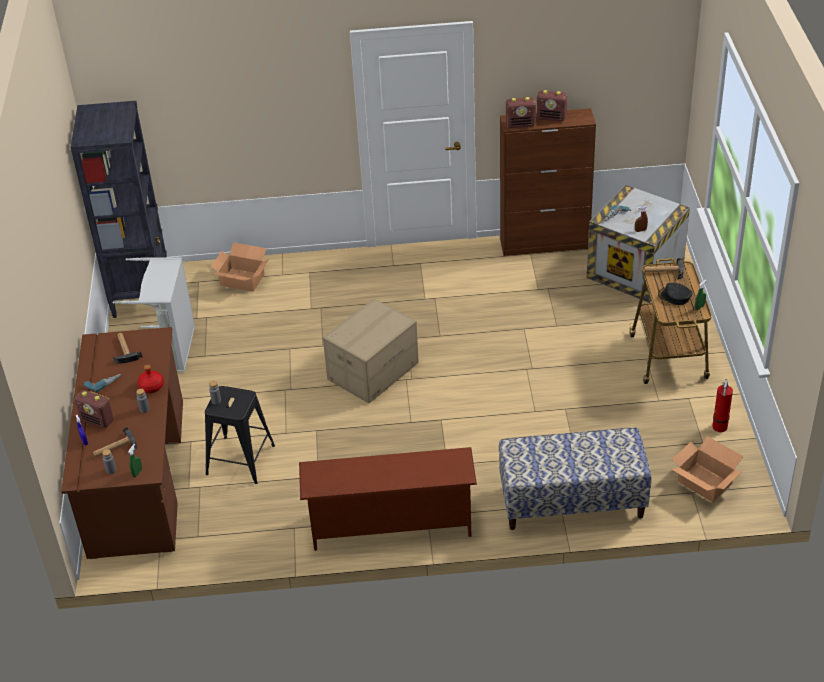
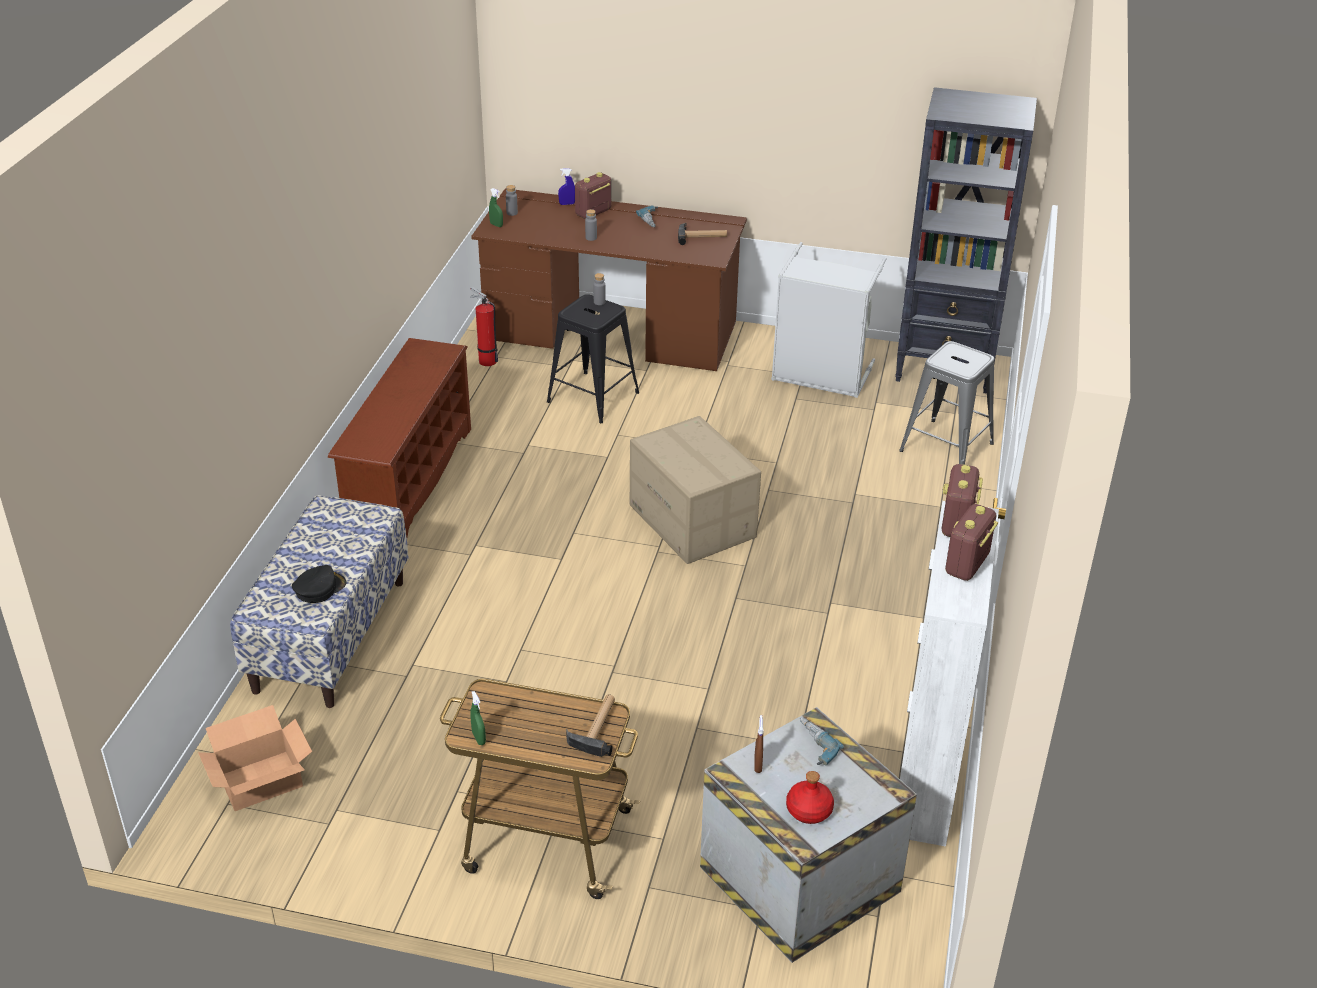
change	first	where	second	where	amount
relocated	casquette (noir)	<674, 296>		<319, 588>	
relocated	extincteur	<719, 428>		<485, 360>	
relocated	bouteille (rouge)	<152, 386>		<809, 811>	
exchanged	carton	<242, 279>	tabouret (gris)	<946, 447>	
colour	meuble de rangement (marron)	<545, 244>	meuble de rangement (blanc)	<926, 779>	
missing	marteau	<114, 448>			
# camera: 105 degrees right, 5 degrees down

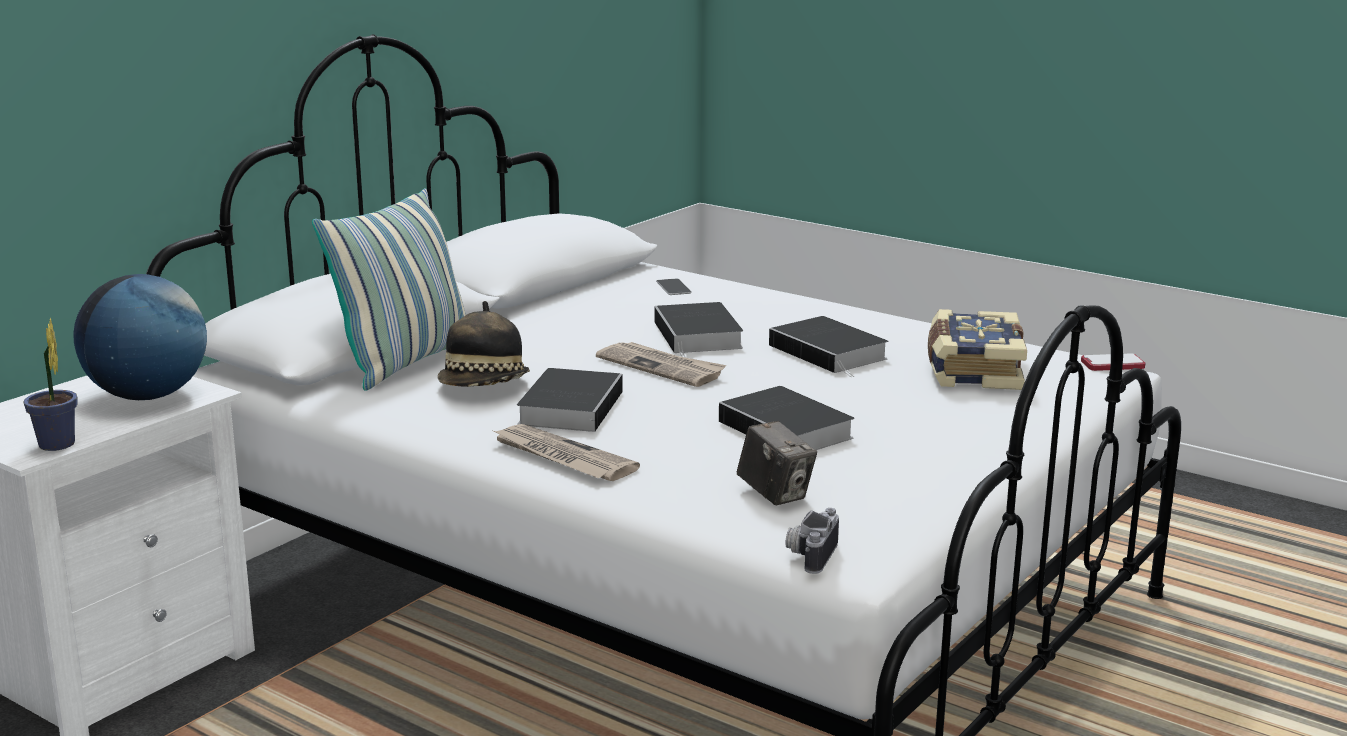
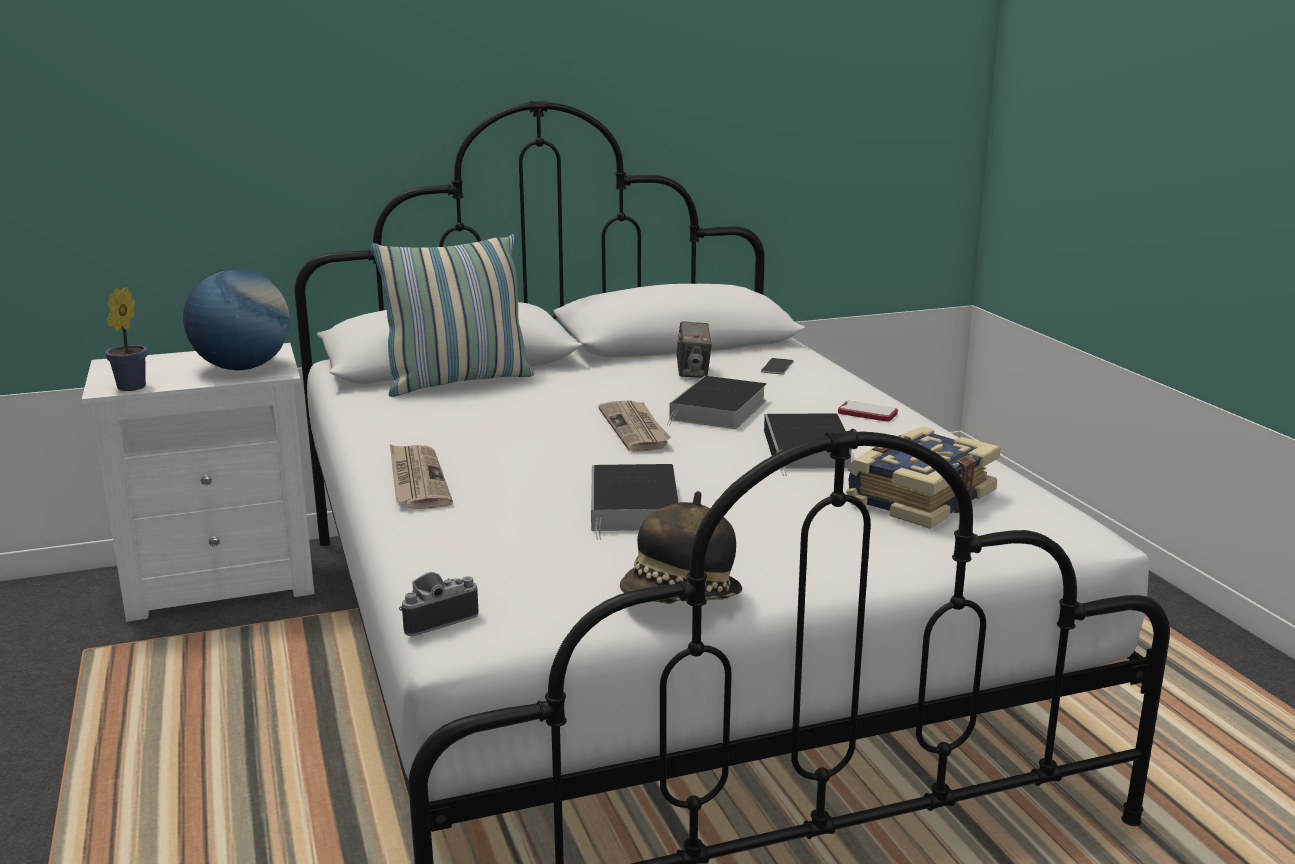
change	first	where	second	where	amount
relocated	chapeau	<484, 386>		<681, 599>	
relocated	appareil photo	<775, 494>		<693, 373>	
relocated	téléphone	<1112, 364>		<867, 413>	
missing	livre	<571, 406>			
# camera: 35 degrees right, 0 degrees up

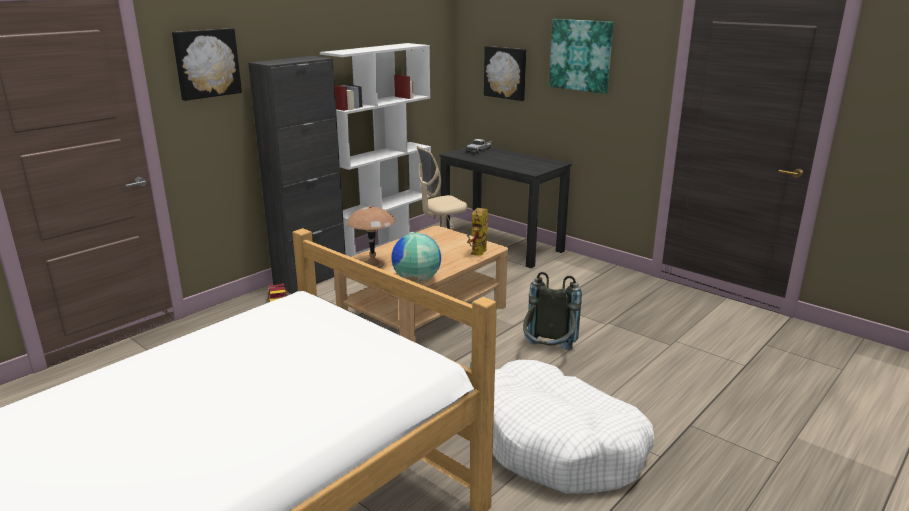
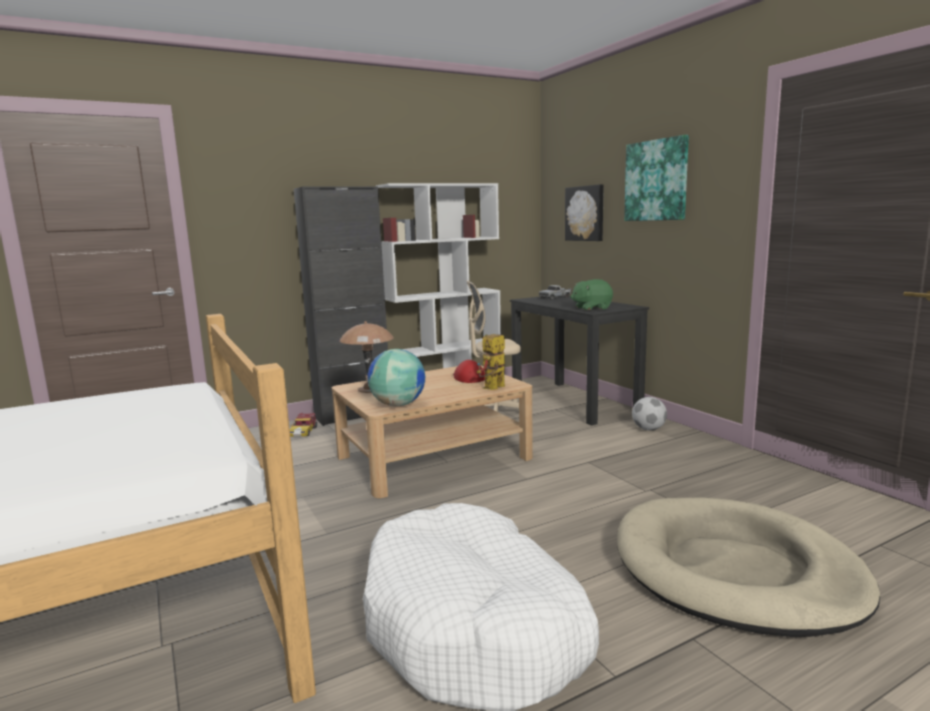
change	first	where	second	where	amount
appeared			casquette (rouge)	<467, 377>	
appeared			peluche (vert)	<591, 308>	
appeared			panier pour chien (beige)	<735, 571>	
appeared			ballon de foot	<648, 429>	
missing	tableau	<206, 63>			
missing	sac à dos (gris)	<548, 354>			
# camera: 20 degrees right, 10 degrees down

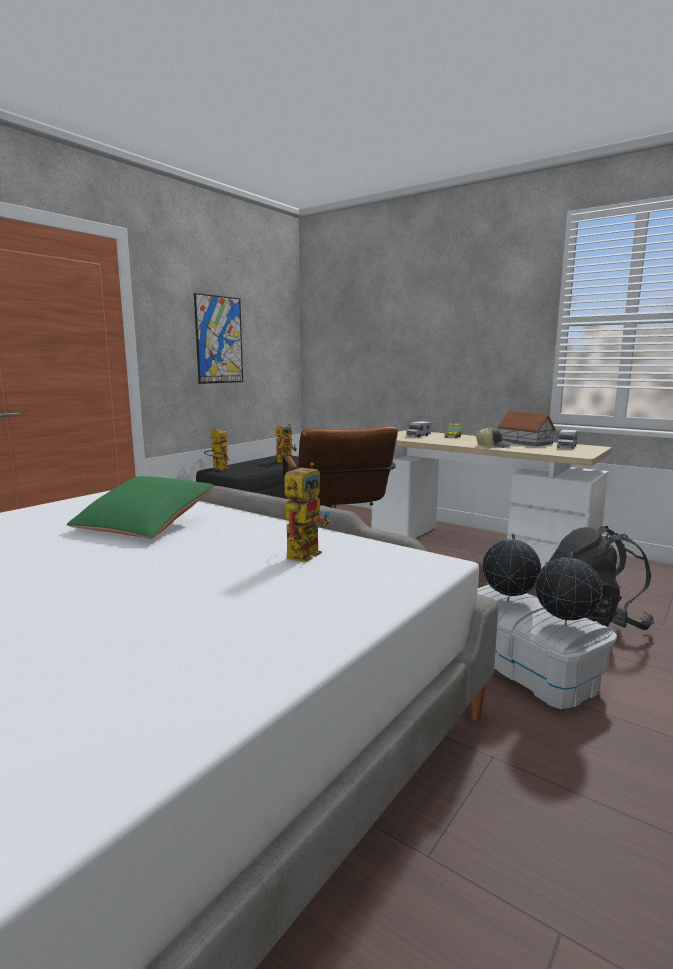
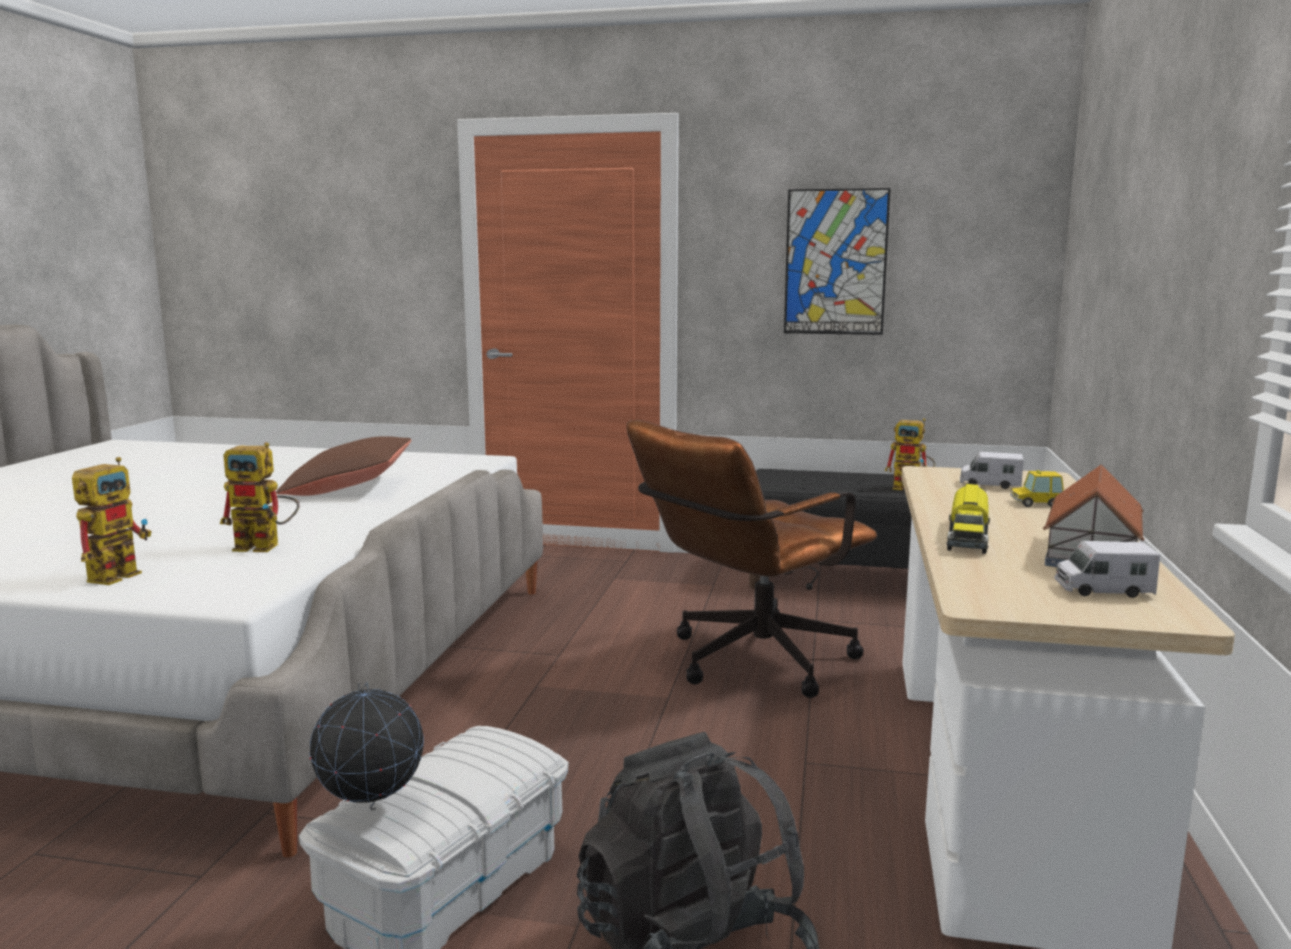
change	first	where	second	where	amount
relocated	robot jouet	<217, 468>		<119, 573>	
colour	coussin (vert)	<144, 525>	coussin (marron)	<349, 487>	
exchanged	casquette	<494, 446>	camion jouet	<968, 536>	
missing	globe	<509, 601>			
# camera: 65 degrees right, 0 degrees up

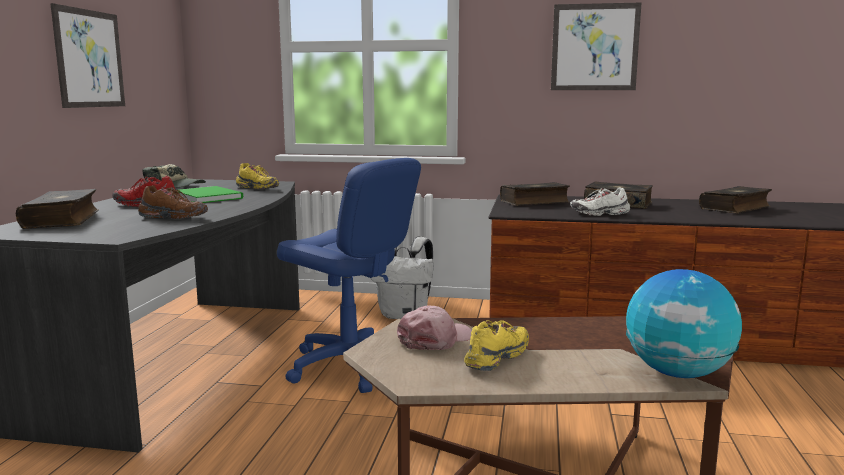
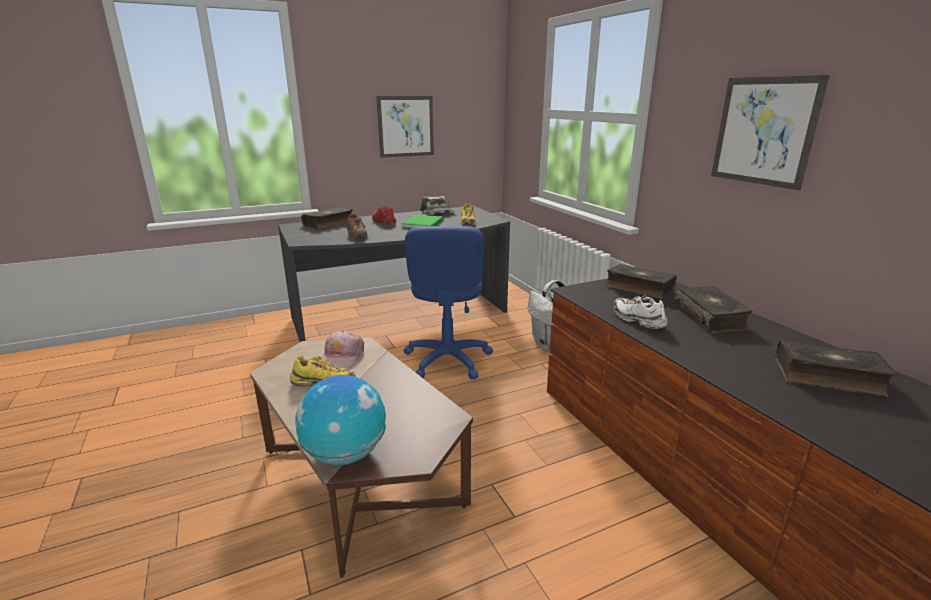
change	first	where	second	where	amount
spun	casquette (rose)	<435, 339>		<341, 357>	90 degrees clockwise
# camera: 55 degrees right, 10 degrees up

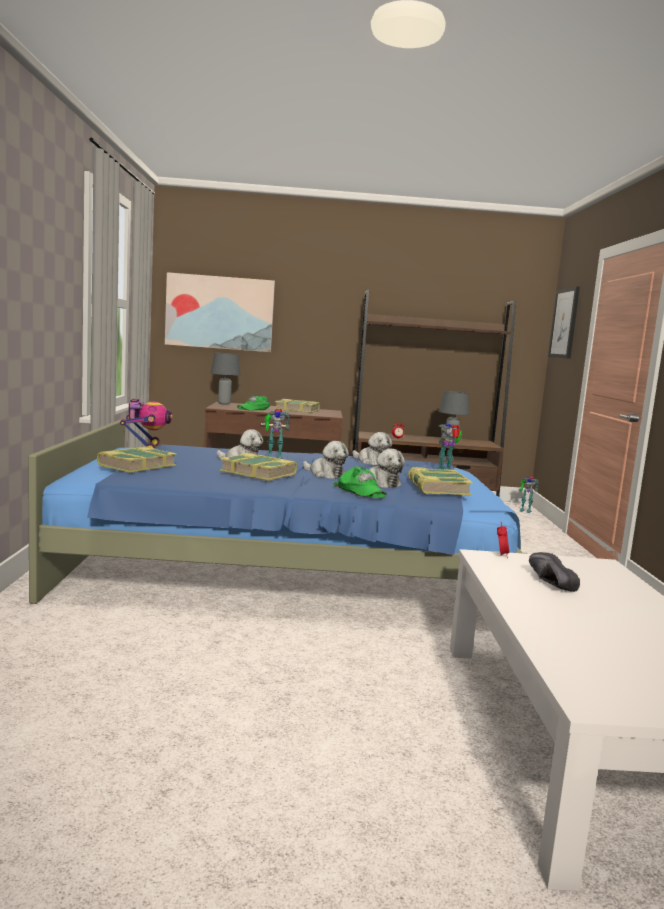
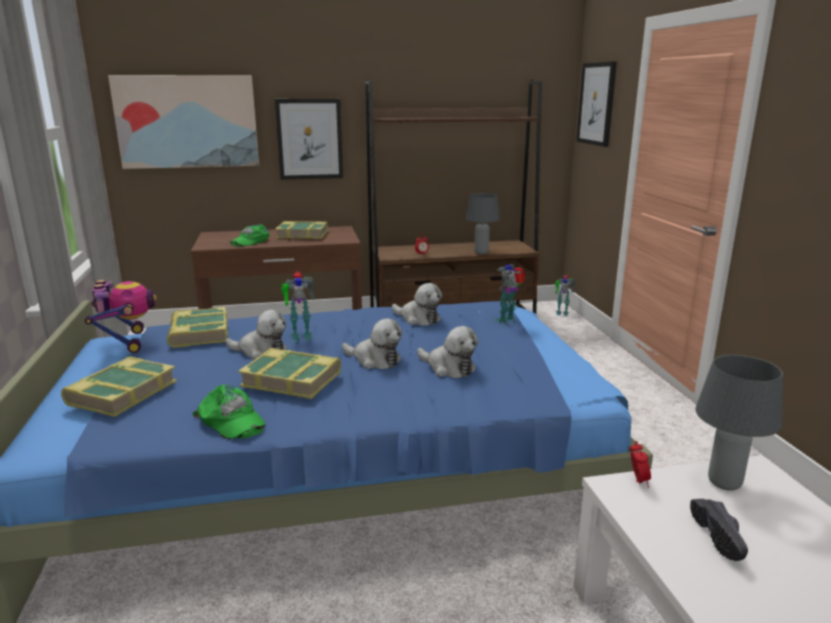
change	first	where	second	where	amount
relocated	livre	<437, 488>		<198, 333>	
relocated	casquette (vert)	<361, 490>		<231, 421>	
appeared			tableau	<309, 139>	
spun	chaussure (noir)	<546, 583>		<722, 539>	150 degrees counterclockwise
relocated	lampe de table (gris)	<224, 404>		<724, 483>	
# camera: 10 degrees left, 10 degrees up

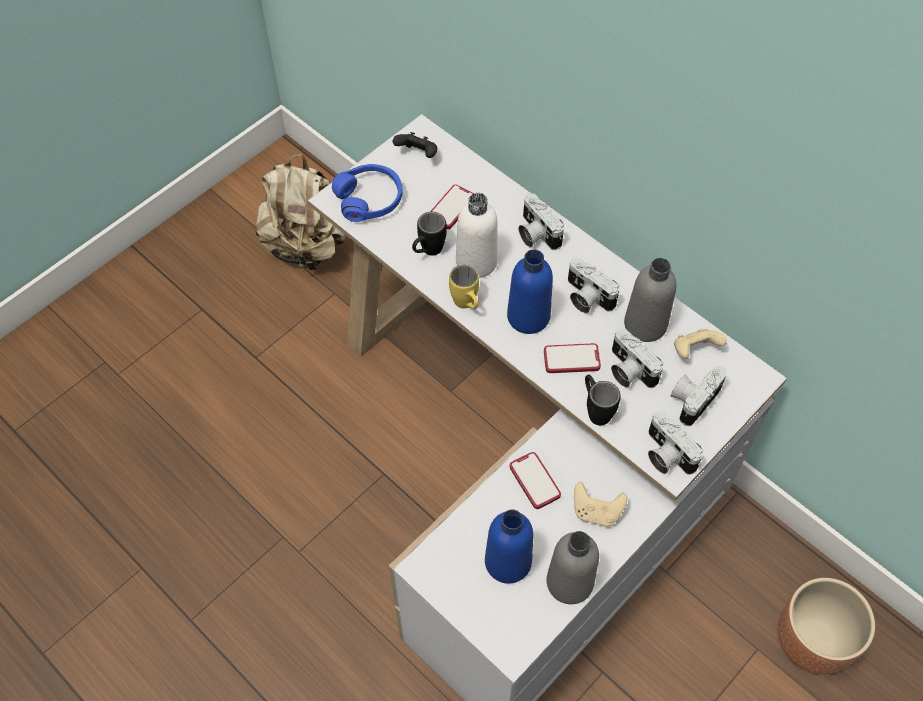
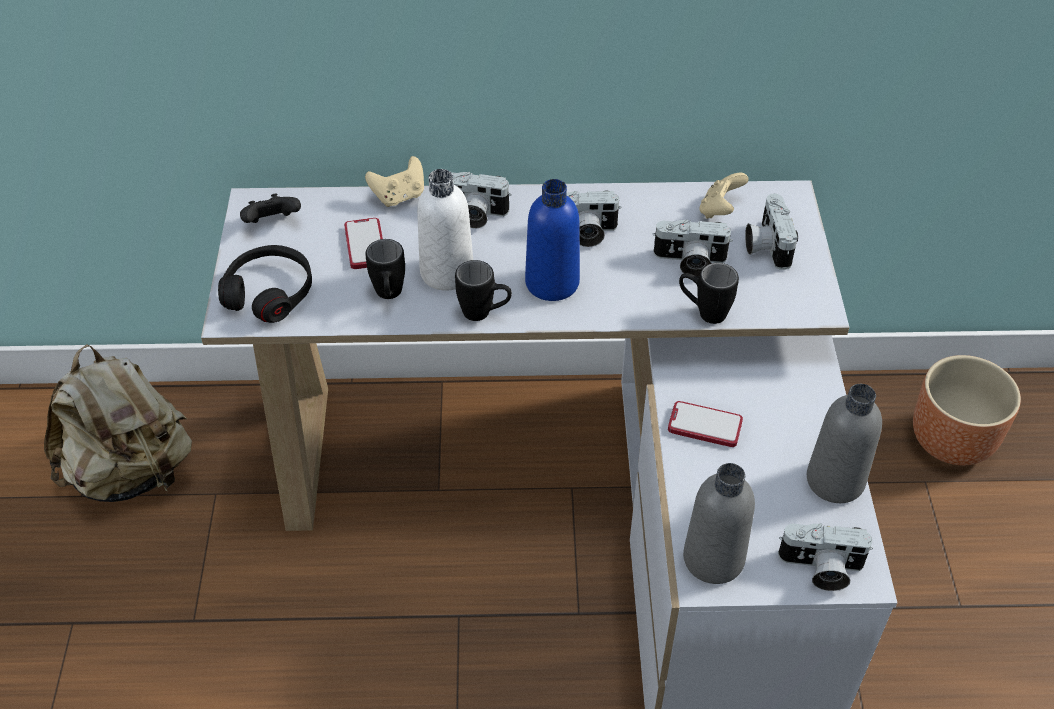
change	first	where	second	where	amount
colour	casque audio (bleu)	<369, 199>	casque audio (noir)	<269, 292>	
relocated	manette (beige)	<596, 512>		<399, 196>	
colour	mug (jaune)	<467, 305>	mug (noir)	<484, 314>	
relocated	bouteille (gris)	<645, 324>		<713, 558>	
relocated	appareil photo	<665, 454>		<820, 569>	
missing	bouteille (bleu)	<508, 562>			
missing	téléphone	<571, 359>			
# camera: 45 degrees left, 10 degrees down

